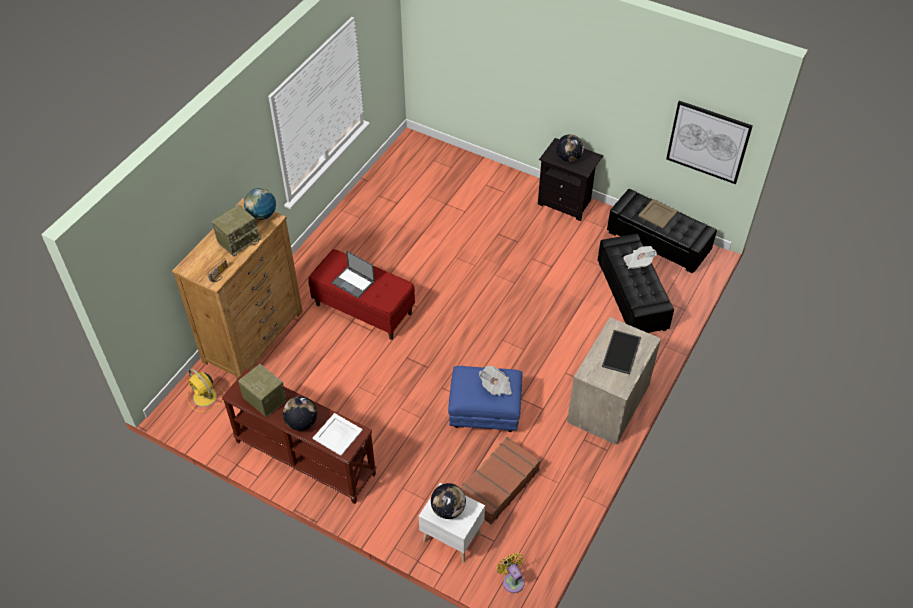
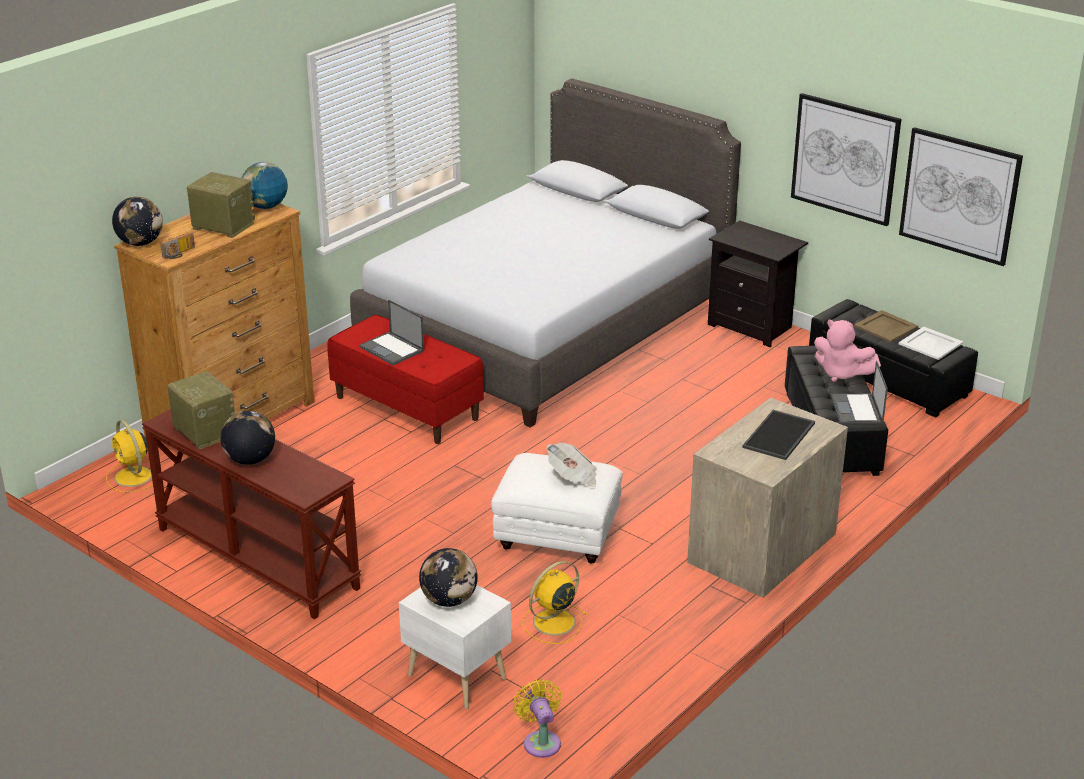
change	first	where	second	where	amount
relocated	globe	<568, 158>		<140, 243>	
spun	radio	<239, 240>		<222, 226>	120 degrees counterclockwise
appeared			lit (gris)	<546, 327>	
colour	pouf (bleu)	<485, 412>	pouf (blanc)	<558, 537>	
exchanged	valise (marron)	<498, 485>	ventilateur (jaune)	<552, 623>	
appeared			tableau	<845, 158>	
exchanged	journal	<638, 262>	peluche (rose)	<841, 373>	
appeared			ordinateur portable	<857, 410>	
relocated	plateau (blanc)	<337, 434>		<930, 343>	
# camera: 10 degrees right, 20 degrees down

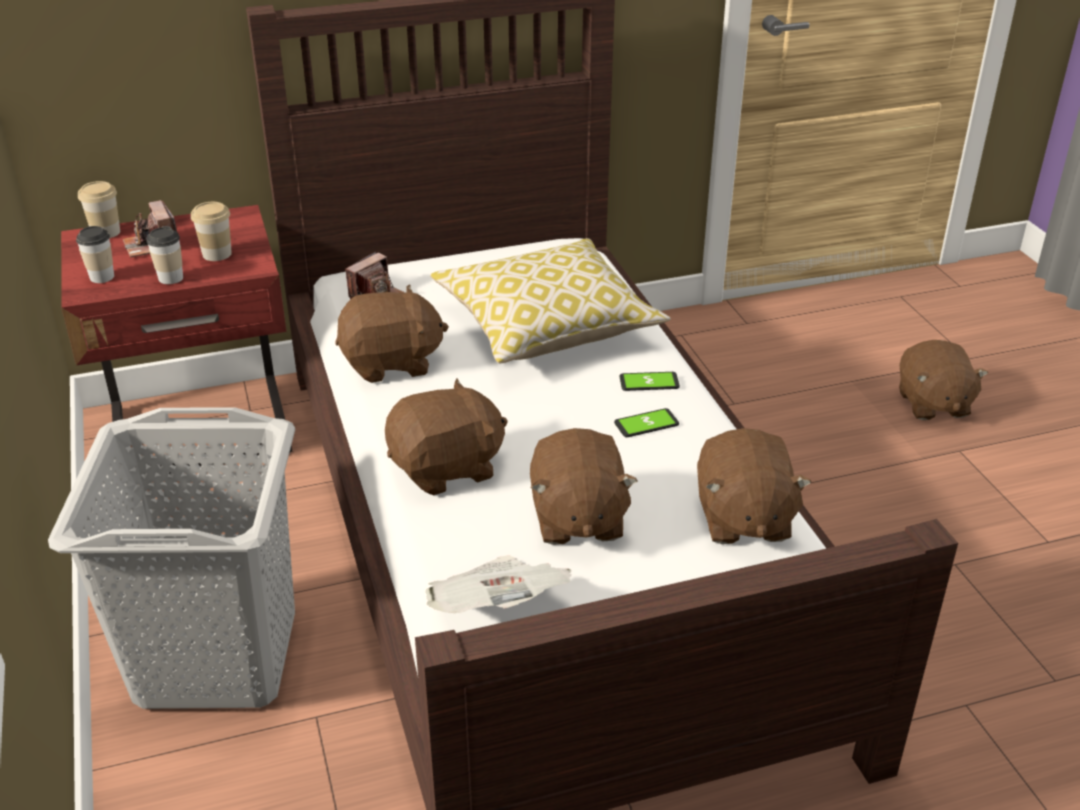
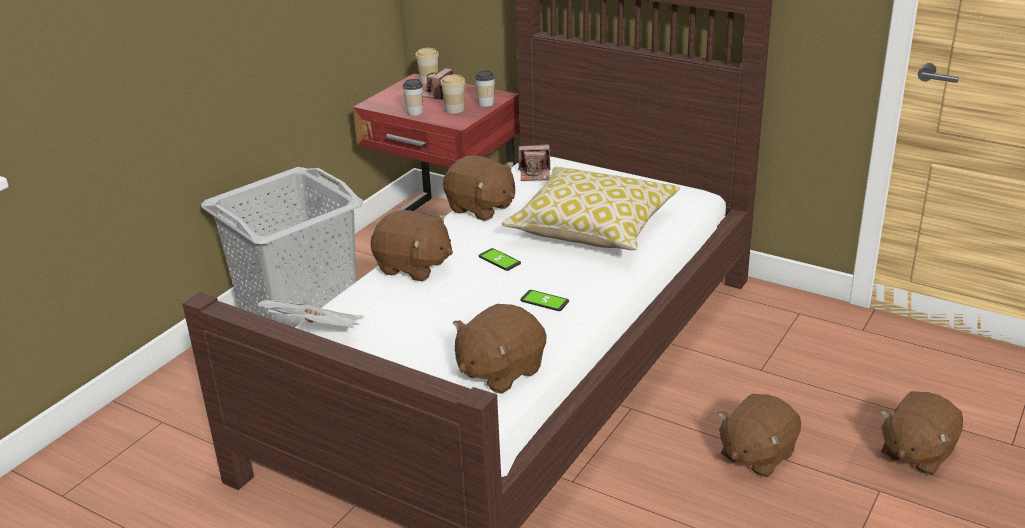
change	first	where	second	where	amount
relocated	tasse	<102, 277>		<486, 103>	
relocated	téléphone	<649, 382>		<499, 260>	
relocated	peluche (marron)	<577, 518>		<756, 455>	
# camera: 50 degrees right, 5 degrees down

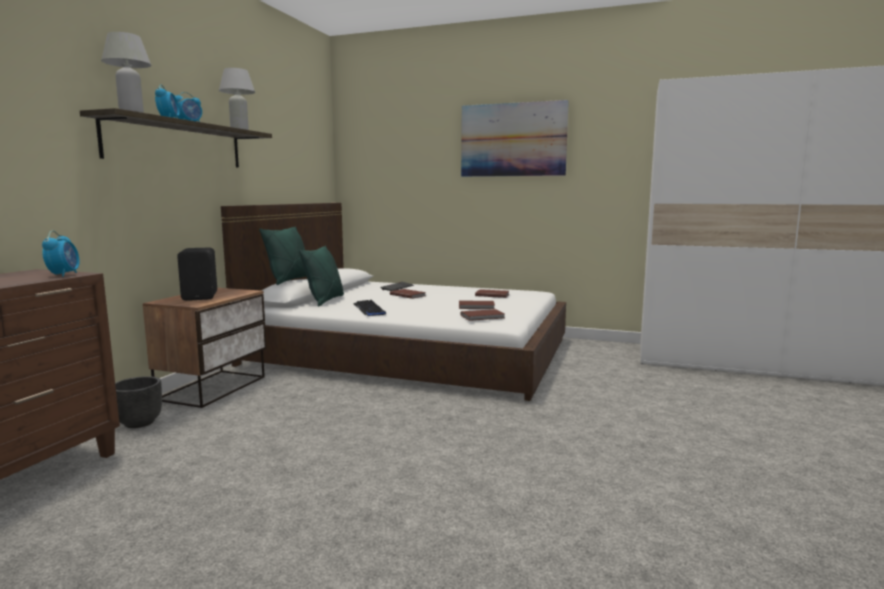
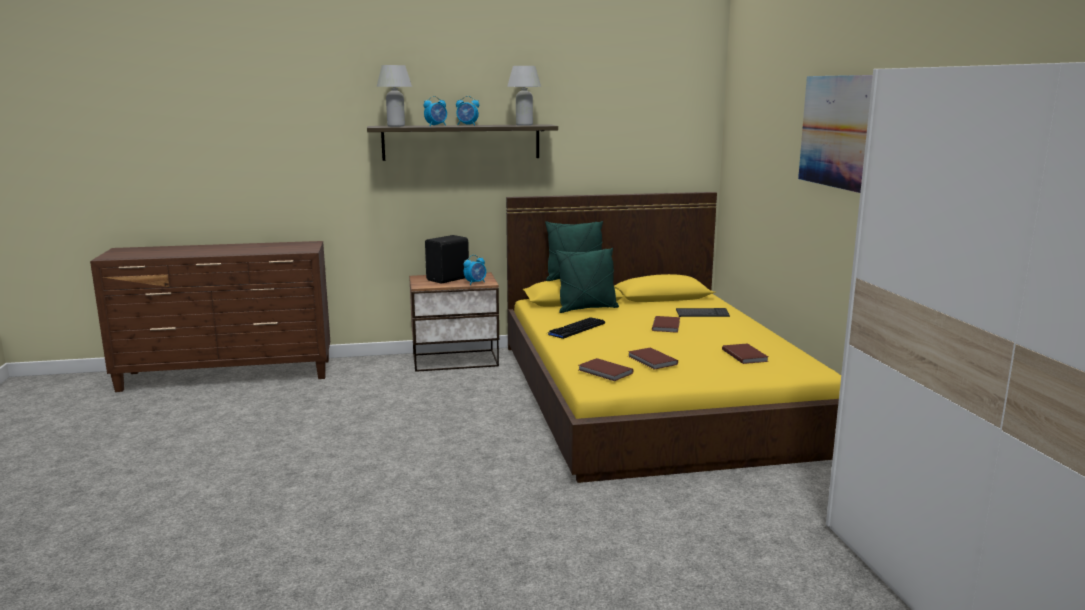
change	first	where	second	where	amount
relocated	réveil	<64, 275>		<475, 283>	
colour	lit (blanc)	<411, 351>	lit (jaune)	<654, 393>	
missing	cache-pot (noir)	<139, 423>			
# camera: 60 degrees right, 5 degrees up

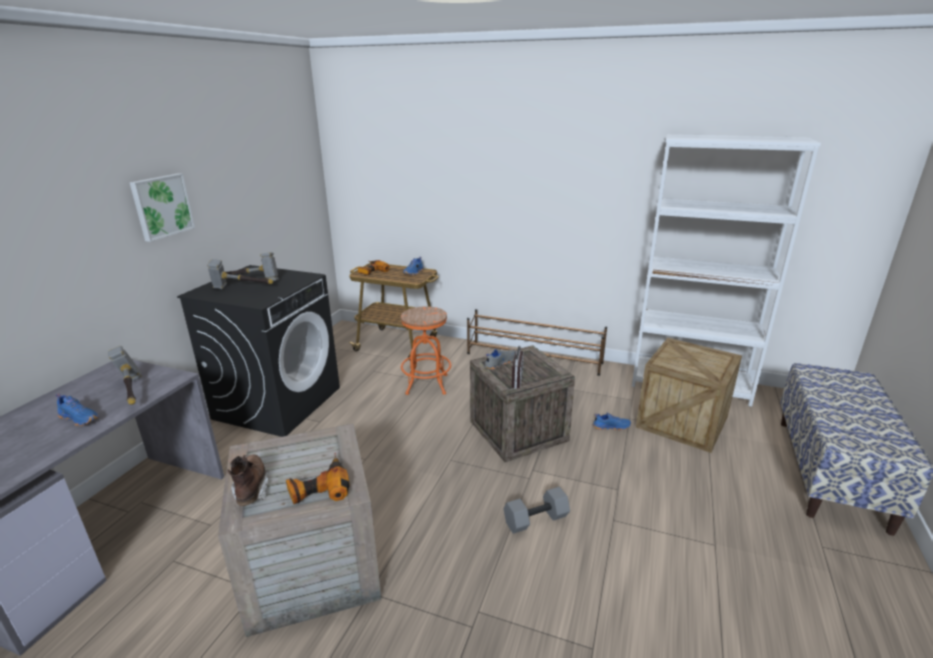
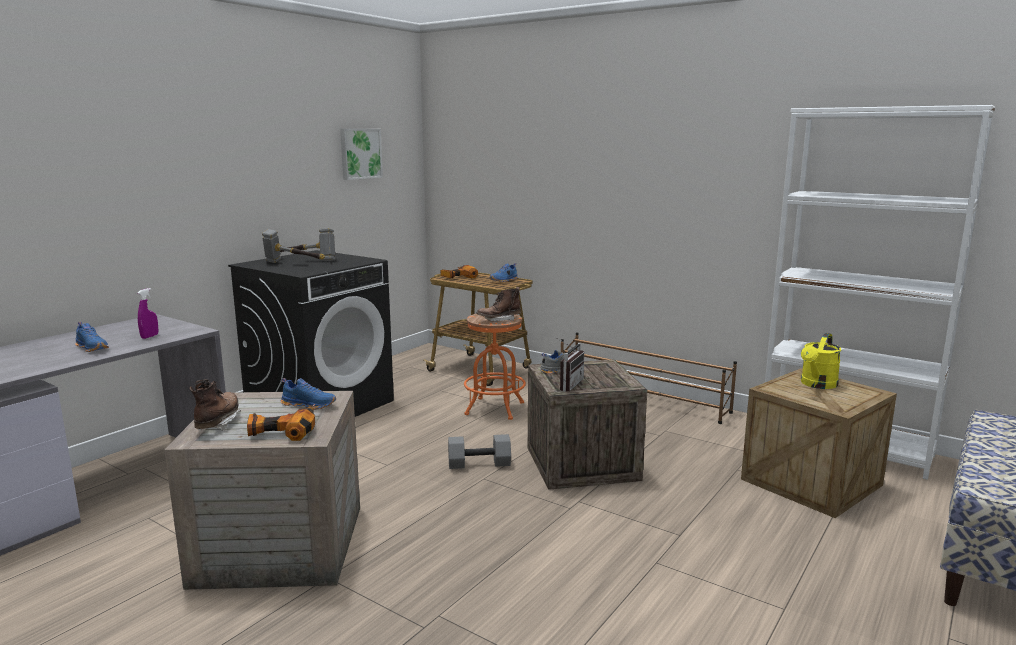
change	first	where	second	where	amount
exchanged	marteau	<132, 392>	vaporisateur (violet)	<149, 336>	
relocated	chaussure (bleu)	<611, 426>		<309, 404>	
relocated	tableau	<161, 206>		<360, 153>	
relocated	haltère (gris)	<536, 519>		<479, 463>	
appeared			botte (marron)	<499, 320>	
appeared			arrosoir (jaune)	<817, 385>	
# camera: 15 degrees right, 10 degrees down

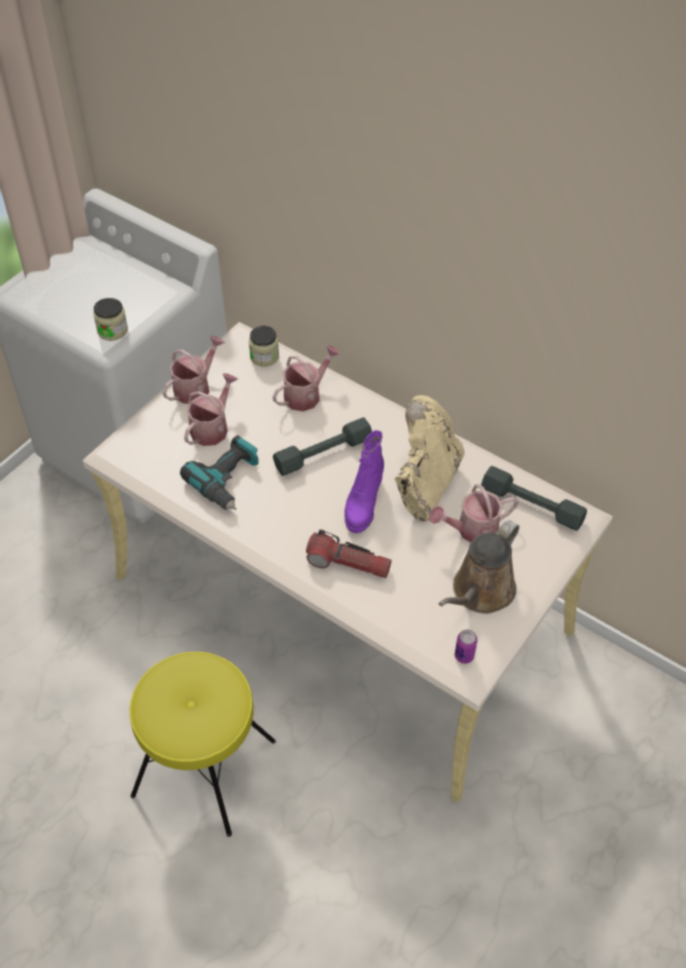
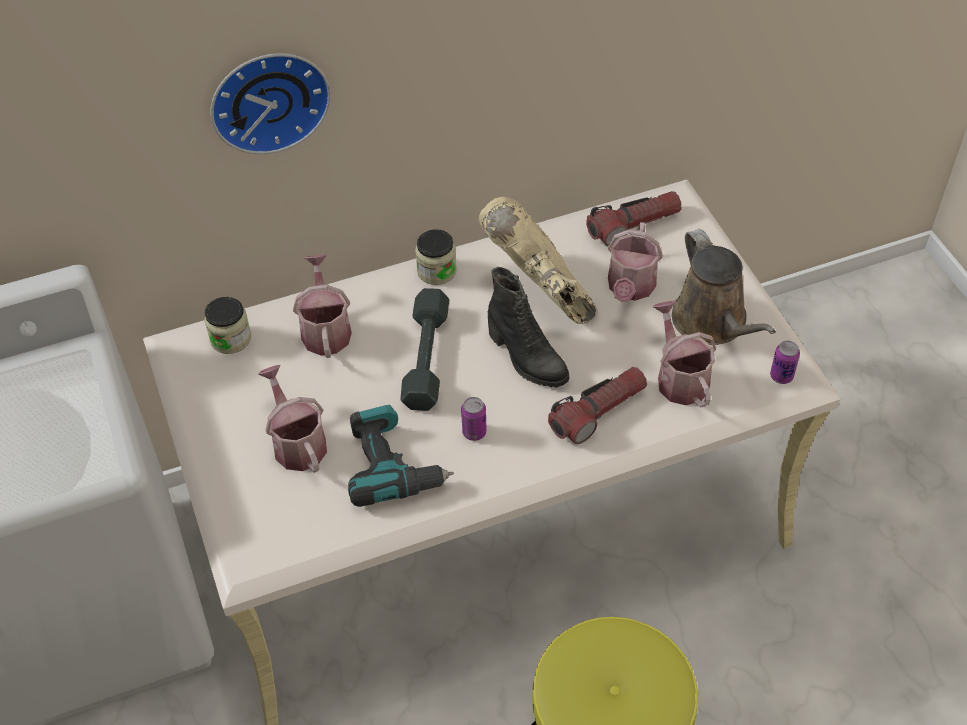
change	first	where	second	where	amount
appeared			horloge murale	<268, 98>	
relocated	bocal	<112, 331>		<436, 271>	
appeared			boîte métallique	<474, 432>	
colour	botte (violet)	<363, 503>	botte (noir)	<526, 358>	
exchanged	haltère (gris)	<532, 504>	lampe de poche	<633, 226>	
relocated	arrosoir	<195, 387>		<679, 377>	
# camera: 55 degrees left, 0 degrees up

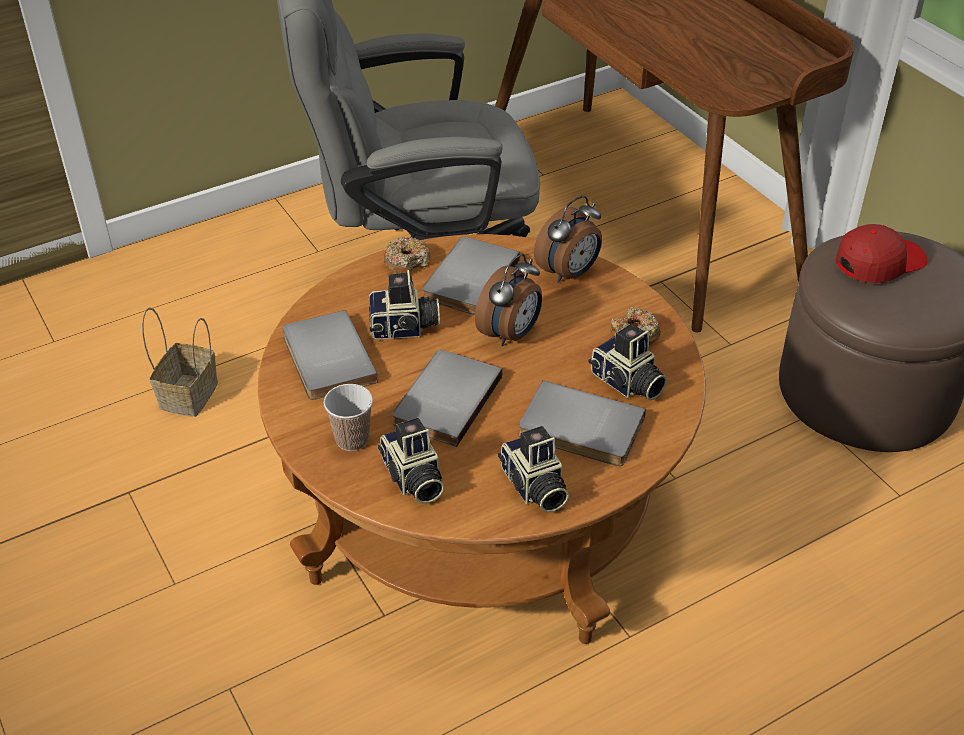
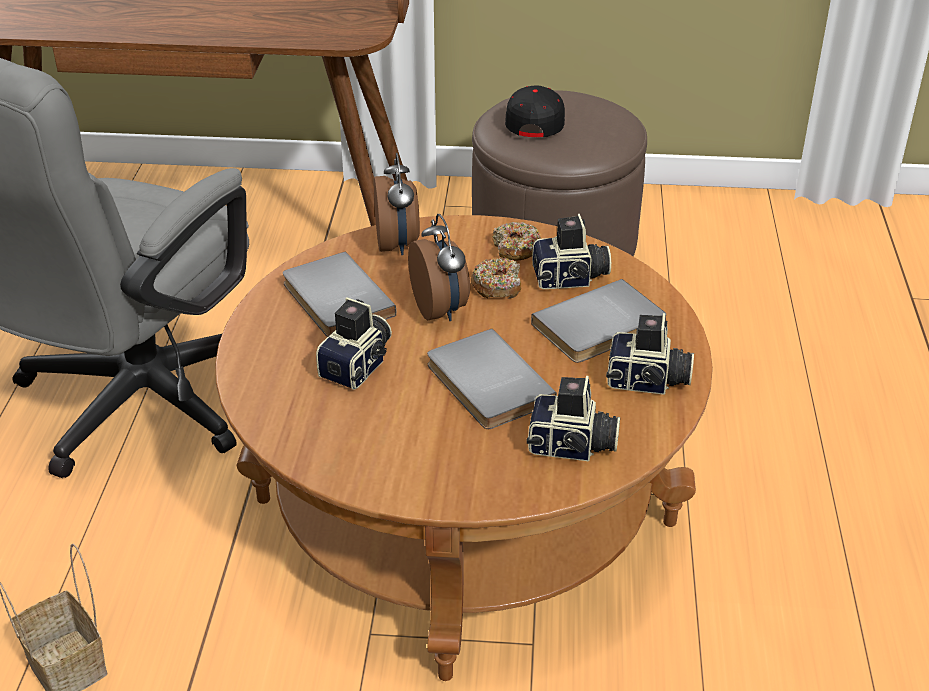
change	first	where	second	where	amount
relocated	beignet	<407, 262>		<497, 286>	
colour	casquette (rouge)	<879, 262>	casquette (noir)	<535, 120>	
missing	livre (gris)	<325, 359>			
missing	tasse	<352, 440>			
# camera: 55 degrees left, 5 degrees down

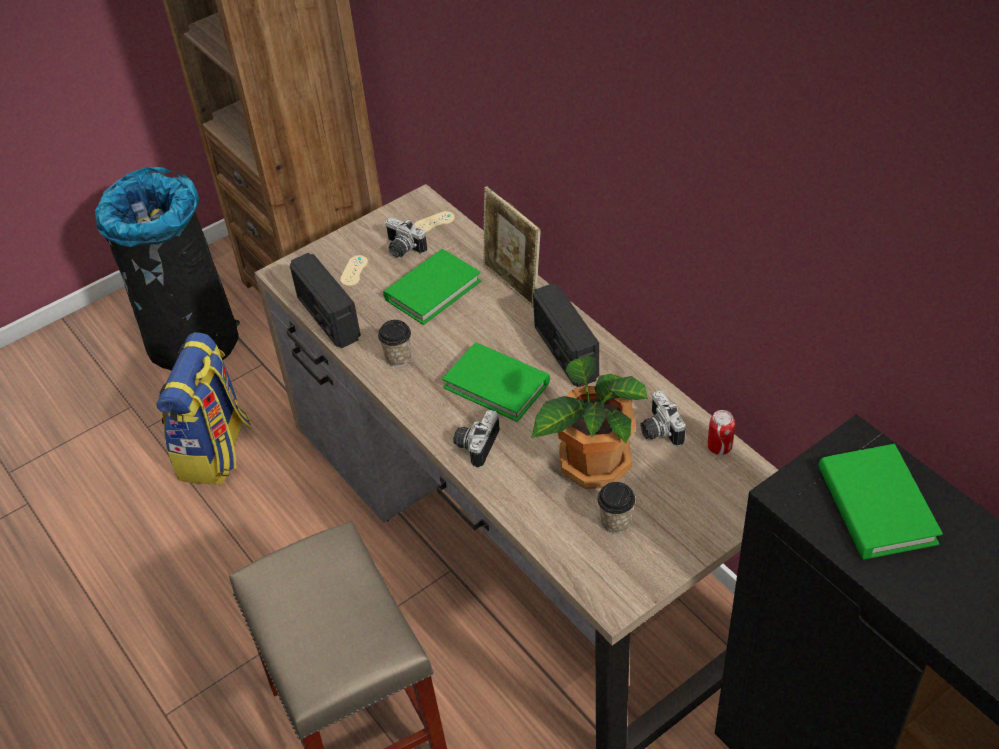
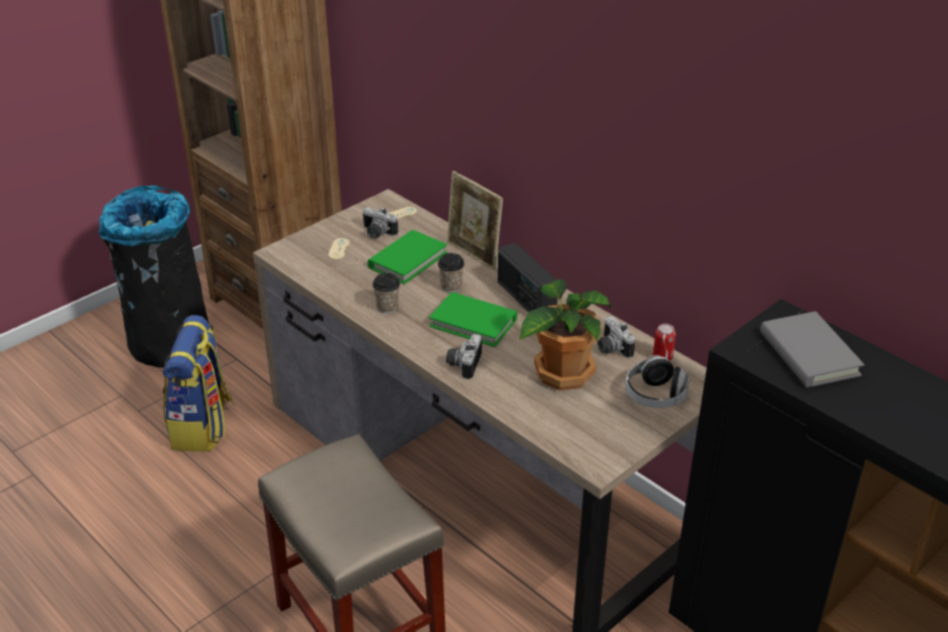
change	first	where	second	where	amount
relocated	tasse	<615, 522>		<451, 287>	
appeared			casque audio	<655, 396>	
colour	livre (vert)	<876, 506>	livre (gris)	<809, 354>	
missing	radio	<328, 318>			
# camera: 10 degrees left, 10 degrees down

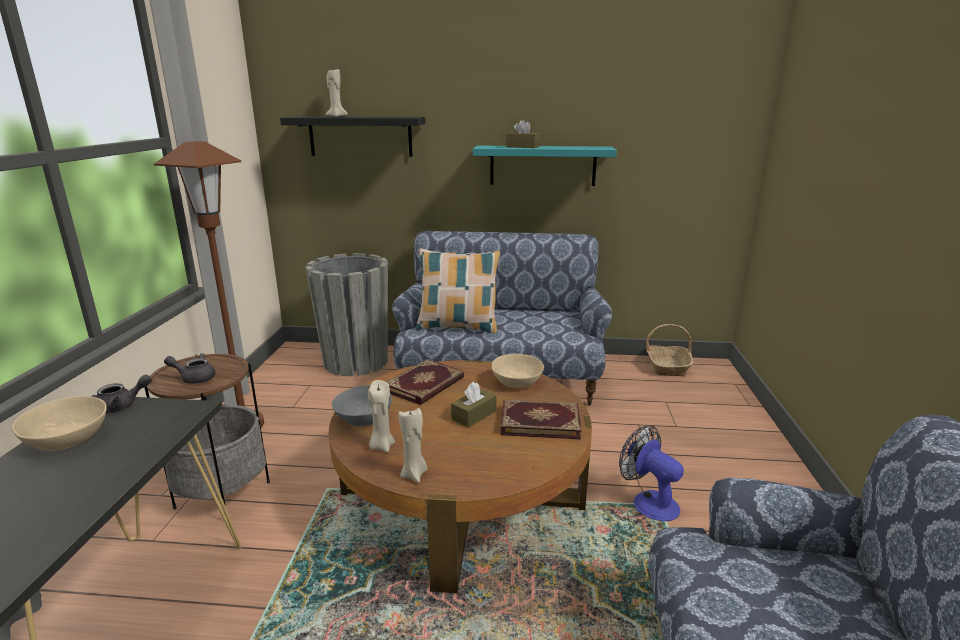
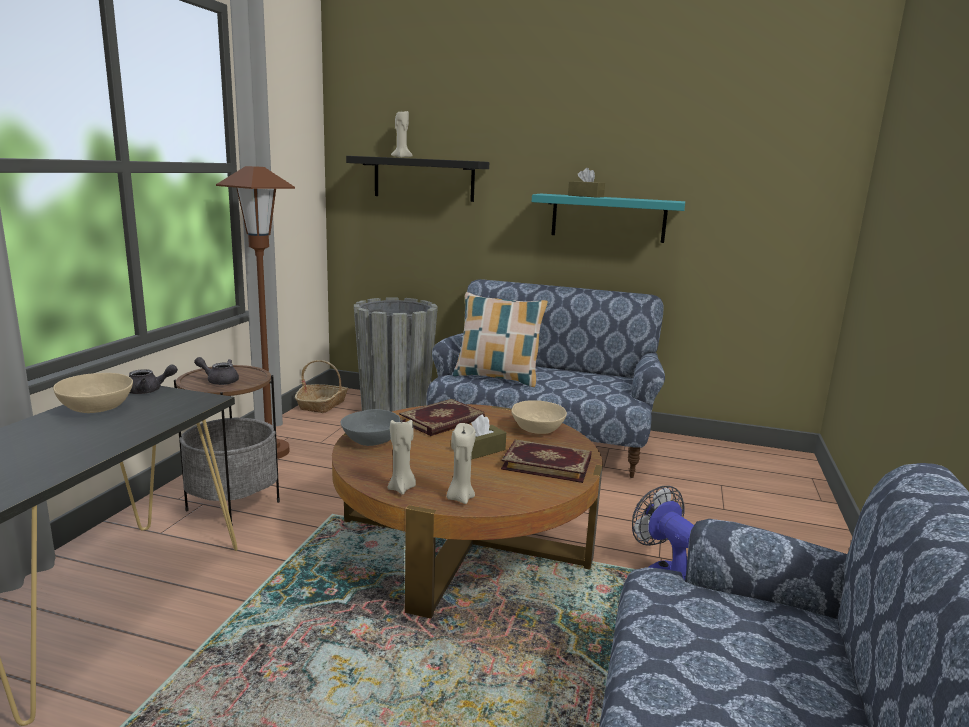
change	first	where	second	where	amount
relocated	panier	<667, 366>		<322, 404>	
relocated	bougie (beige)	<381, 446>		<460, 498>	
# camera: 10 degrees right, 5 degrees down

